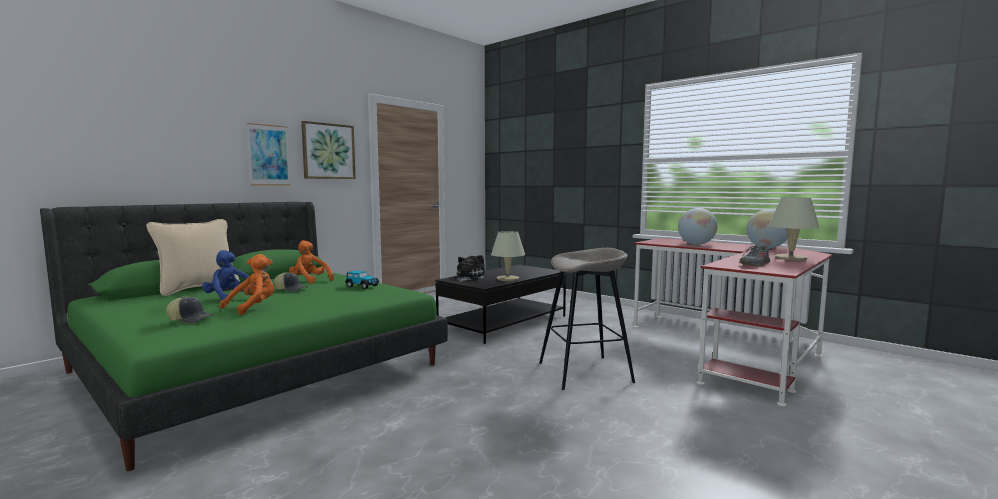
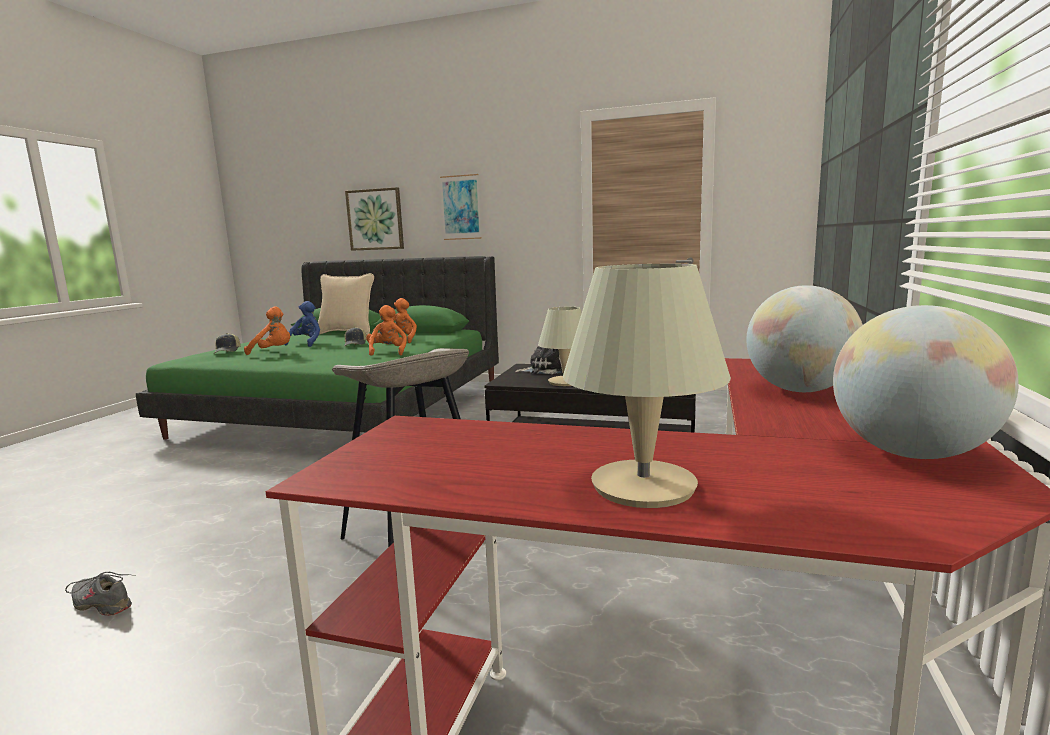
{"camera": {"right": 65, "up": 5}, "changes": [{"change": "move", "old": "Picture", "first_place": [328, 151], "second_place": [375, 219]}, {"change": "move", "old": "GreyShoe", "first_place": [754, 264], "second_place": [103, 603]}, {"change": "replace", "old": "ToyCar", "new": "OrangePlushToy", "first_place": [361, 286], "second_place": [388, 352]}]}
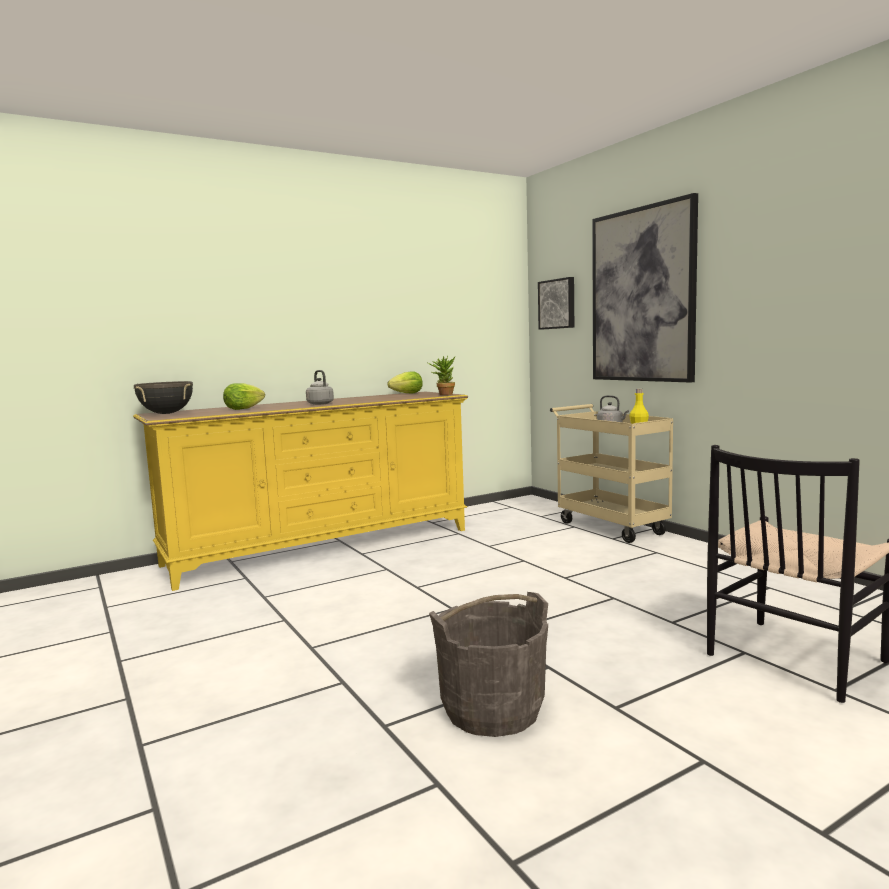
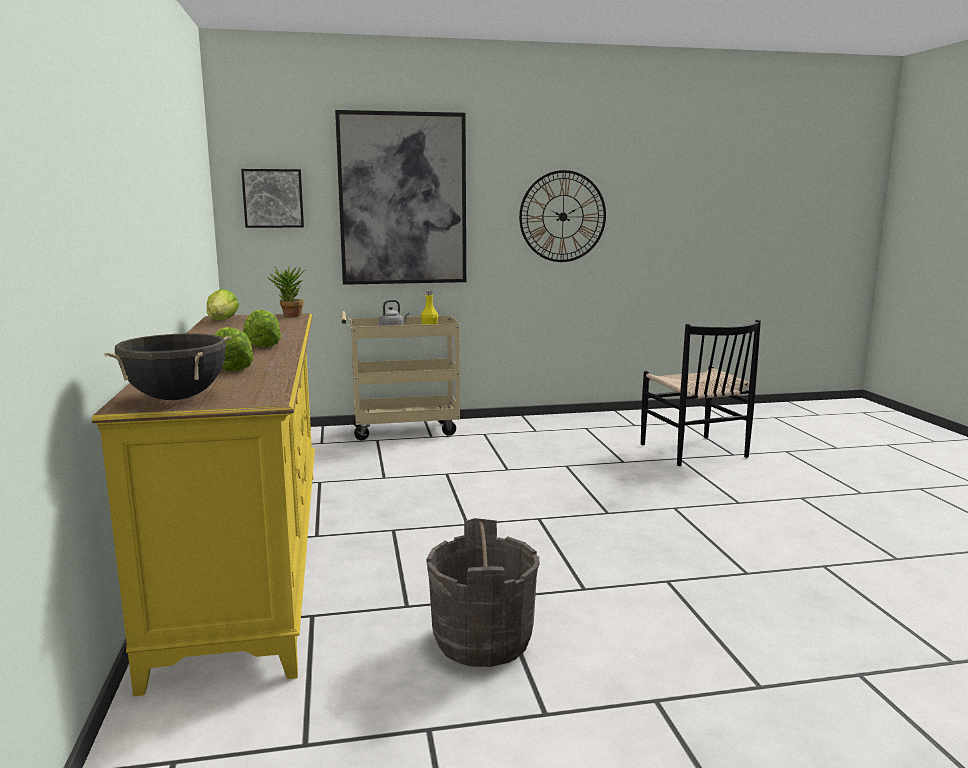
{"camera": {"right": -70, "up": 5}, "changes": [{"change": "insert", "new": "WallClock", "second_place": [562, 216]}, {"change": "move", "old": "GreyBucket", "first_place": [492, 709], "second_place": [482, 640]}, {"change": "replace", "old": "GreyKettle", "new": "Lettuce", "first_place": [319, 404], "second_place": [262, 345]}]}
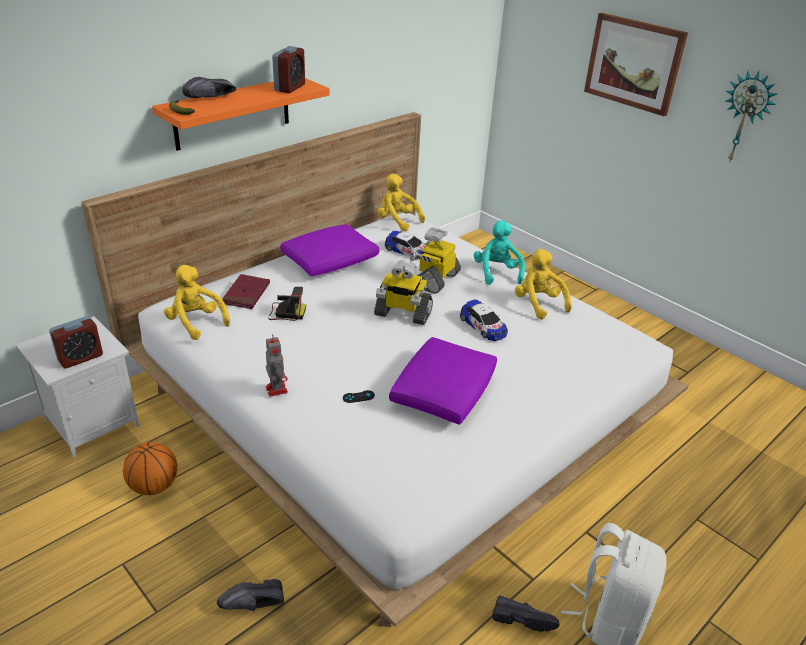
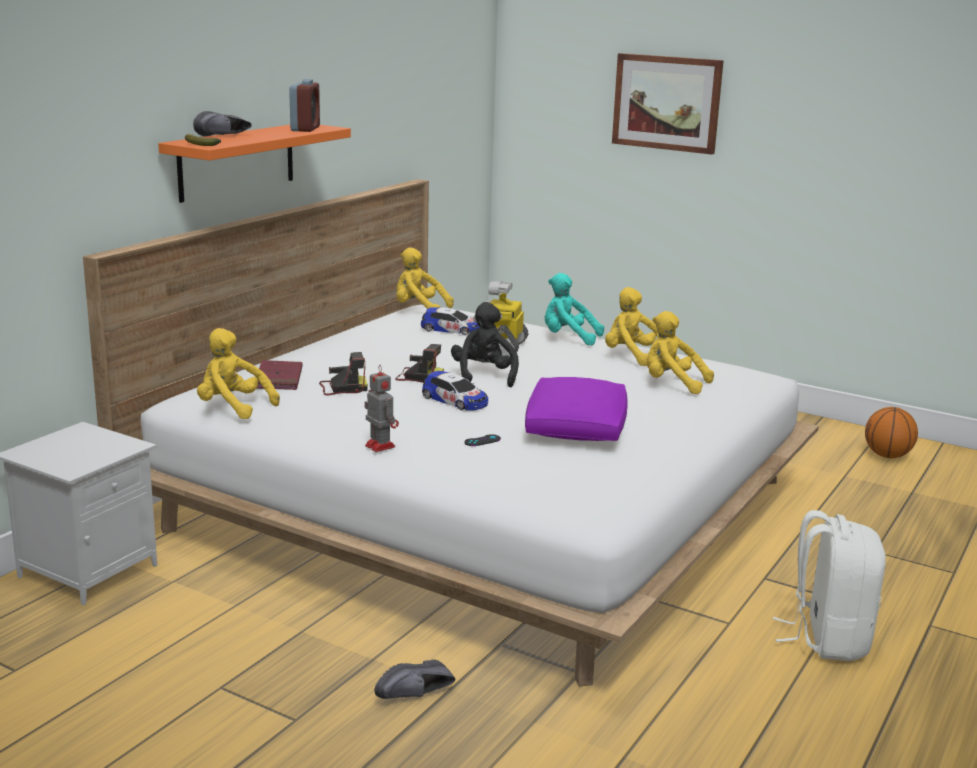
{"camera": {"right": -15, "up": -15}, "changes": [{"change": "delete", "old": "AlarmClock", "first_place": [80, 358]}, {"change": "delete", "old": "PurplePillow", "first_place": [330, 260]}, {"change": "delete", "old": "BlackShoe", "first_place": [523, 618]}, {"change": "delete", "old": "WallClock", "first_place": [745, 117]}, {"change": "insert", "new": "PhotoCamera", "second_place": [418, 376]}, {"change": "insert", "new": "YellowPlushToy", "second_place": [672, 384]}, {"change": "move", "old": "Basketball", "first_place": [154, 486], "second_place": [887, 455]}, {"change": "move", "old": "ToyCar", "first_place": [483, 326], "second_place": [455, 400]}, {"change": "replace", "old": "ToyRobot", "new": "BlackPlushToy", "first_place": [402, 314], "second_place": [483, 376]}, {"change": "rotate", "old": "TurquoisePlushToy", "first_place": [496, 273], "second_place": [568, 338], "degrees": -45}]}
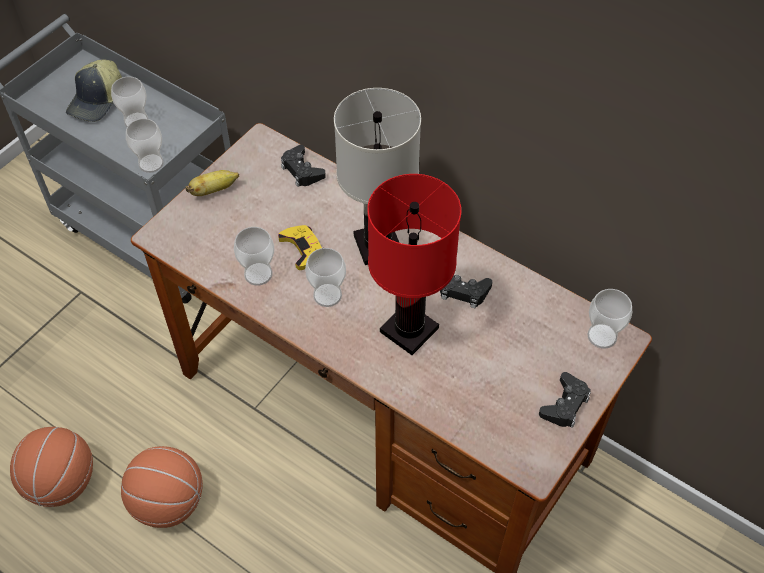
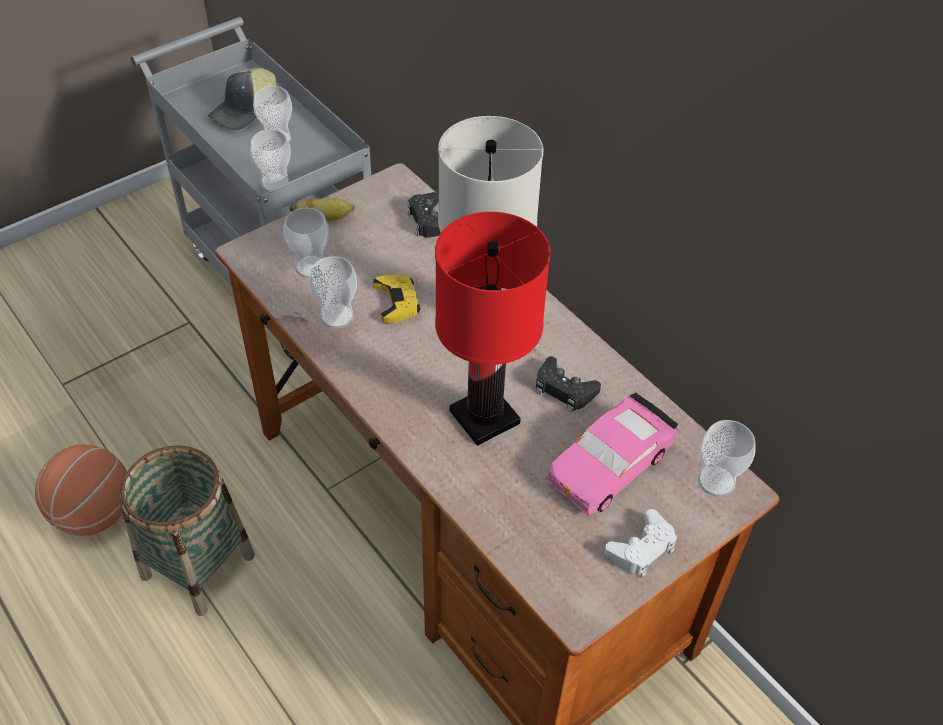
{"camera": {"right": 15, "up": -5}, "changes": [{"change": "insert", "new": "PinkToyCar", "second_place": [609, 464]}, {"change": "move", "old": "Cup", "first_place": [327, 295], "second_place": [311, 267]}, {"change": "replace", "old": "Basketball", "new": "Basket", "first_place": [169, 502], "second_place": [198, 566]}, {"change": "recolor", "old": "BlackGameController", "new": "WhiteGameController", "first_place": [565, 404], "second_place": [641, 548]}]}
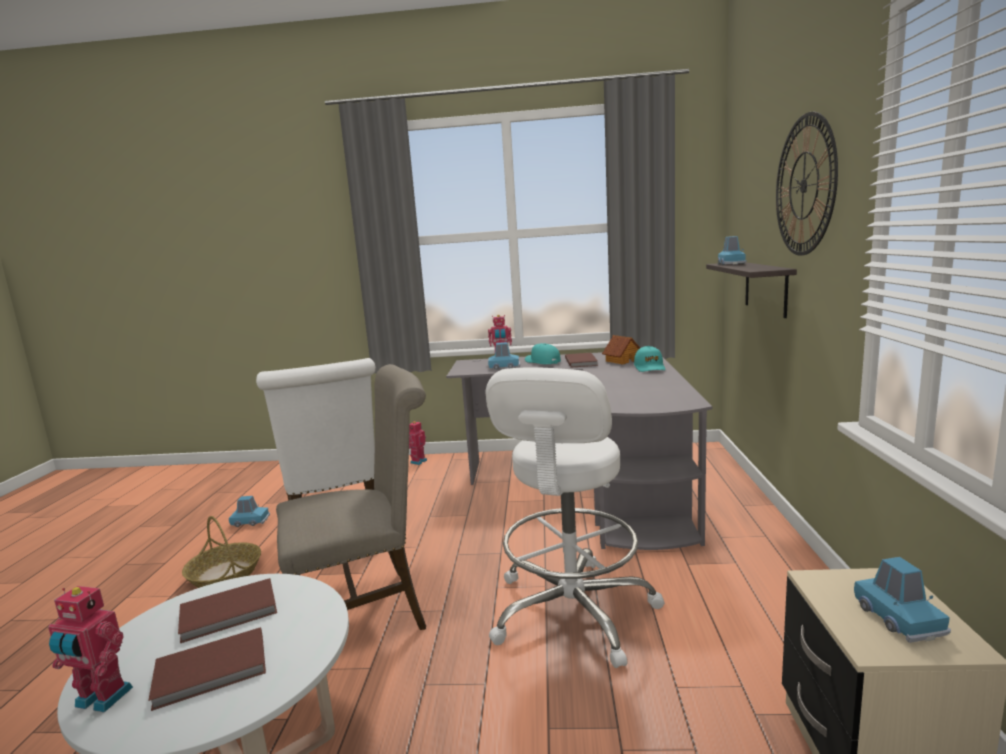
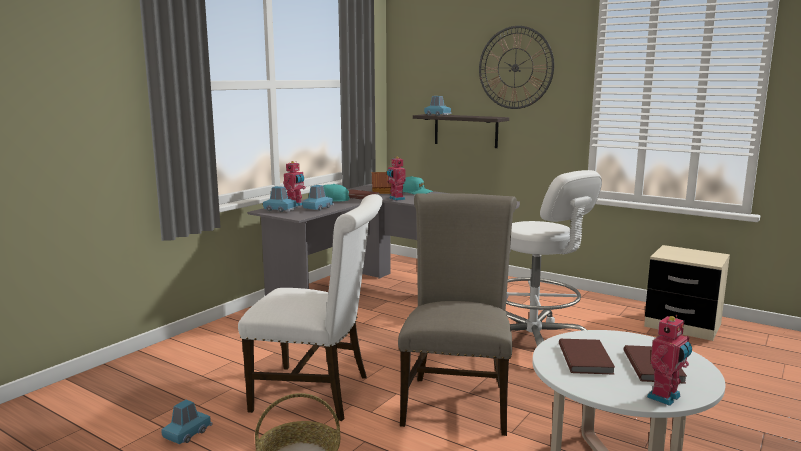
{"camera": {"right": -60, "up": 0}, "changes": [{"change": "move", "old": "ToyRobot", "first_place": [417, 461], "second_place": [396, 199]}, {"change": "move", "old": "BlueToyCar", "first_place": [898, 618], "second_place": [280, 210]}]}
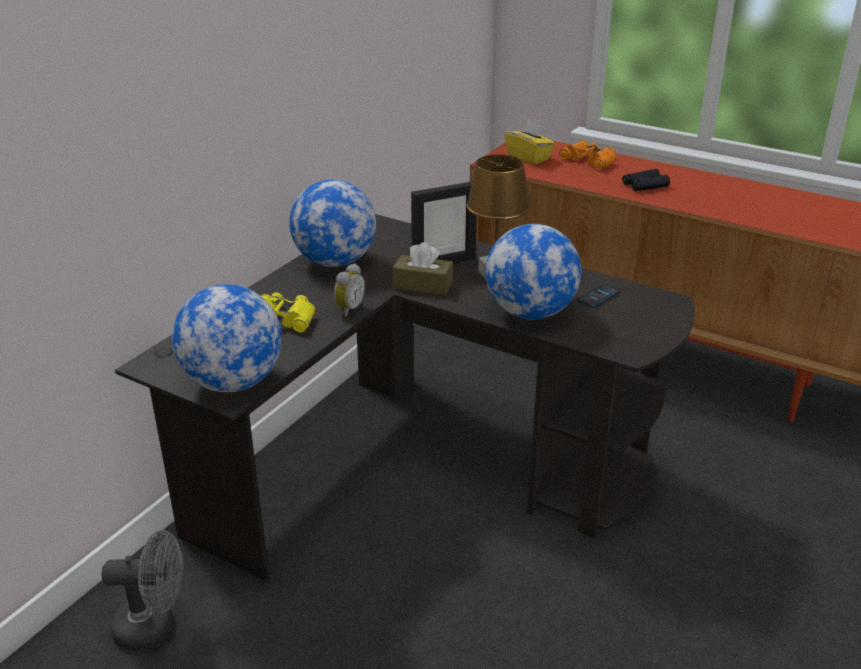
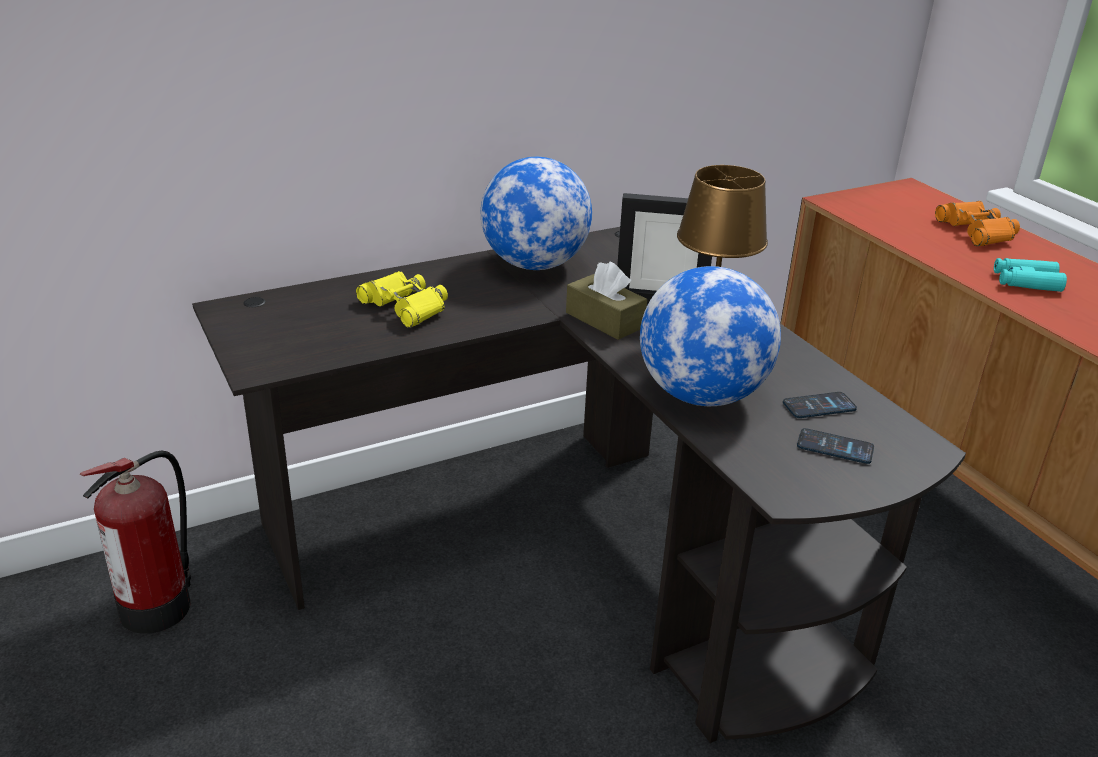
{"camera": {"right": 30, "up": 0}, "changes": [{"change": "delete", "old": "Globe", "first_place": [233, 383]}, {"change": "delete", "old": "AlarmClock", "first_place": [348, 309]}, {"change": "delete", "old": "YellowTissueBox", "first_place": [529, 157]}, {"change": "insert", "new": "Phone", "second_place": [835, 447]}, {"change": "replace", "old": "GreyFan", "new": "FireExtinguisher", "first_place": [154, 627], "second_place": [159, 605]}, {"change": "recolor", "old": "BlackBinoculars", "new": "TurquoiseBinoculars", "first_place": [644, 186], "second_place": [1026, 282]}]}
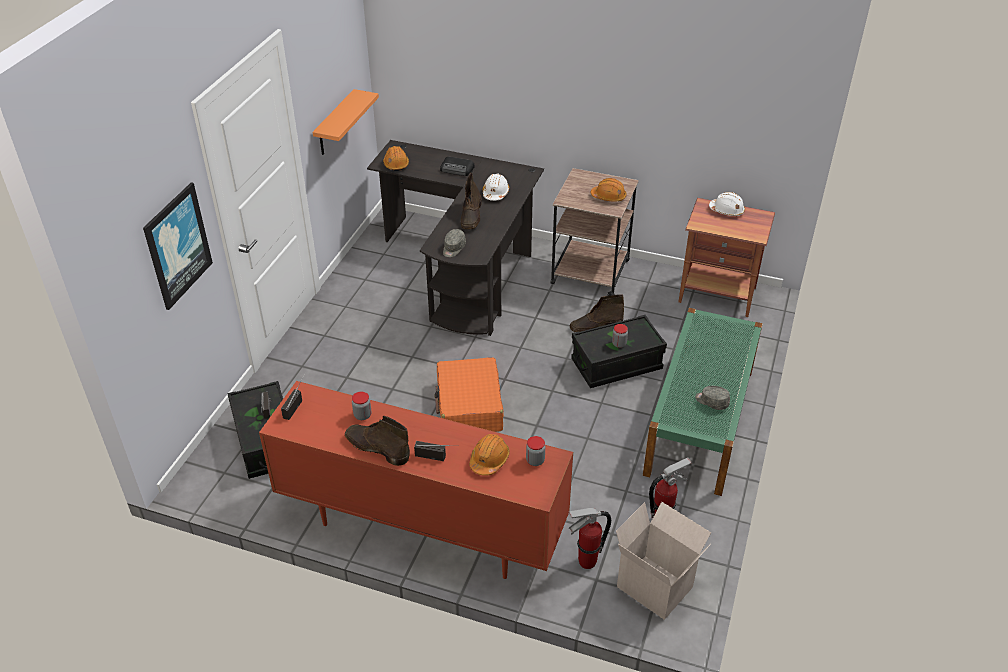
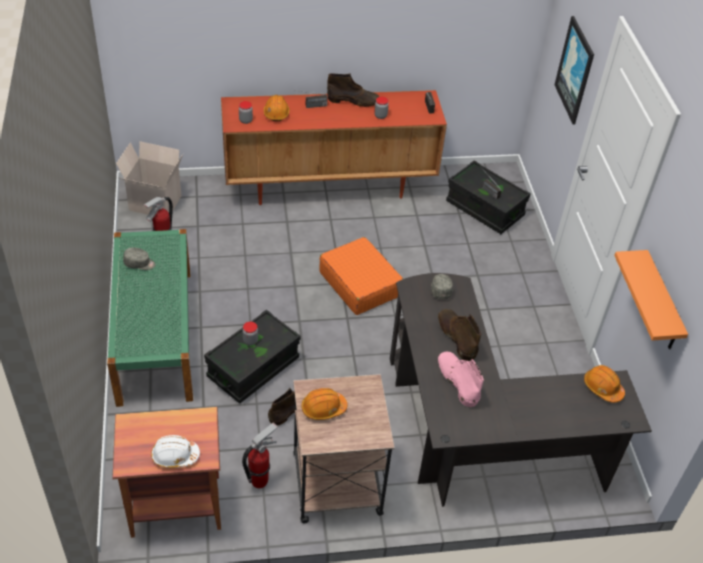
{"camera": {"right": 150, "up": 5}, "changes": [{"change": "delete", "old": "Radio", "first_place": [457, 169]}, {"change": "move", "old": "FireExtinguisher", "first_place": [586, 562], "second_place": [260, 481]}, {"change": "replace", "old": "WhiteHardHat", "new": "PinkBoot", "first_place": [495, 193], "second_place": [457, 381]}]}
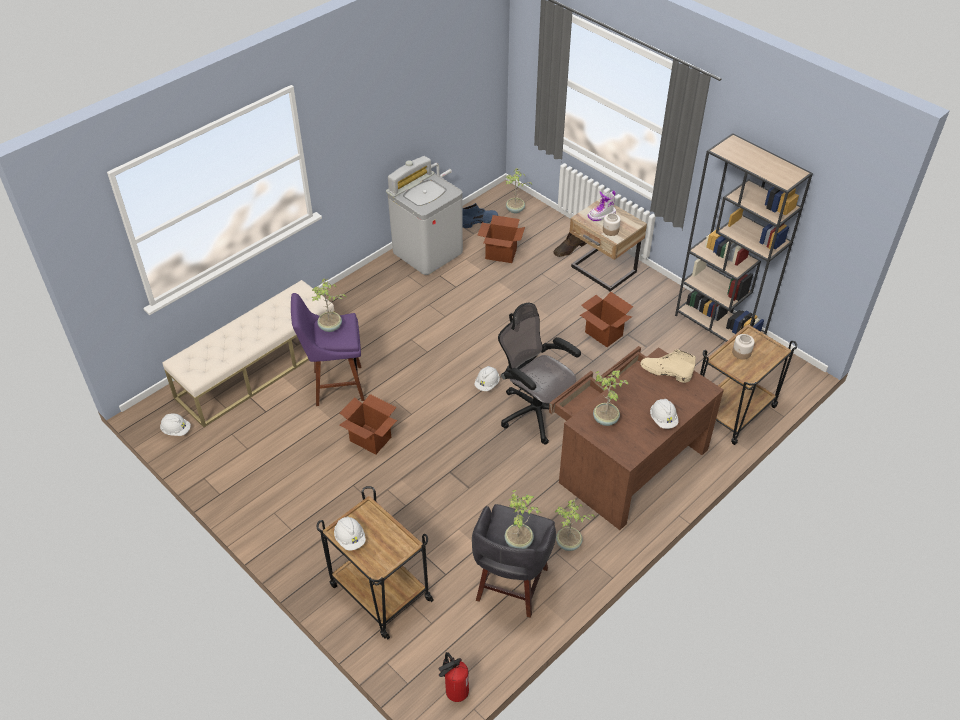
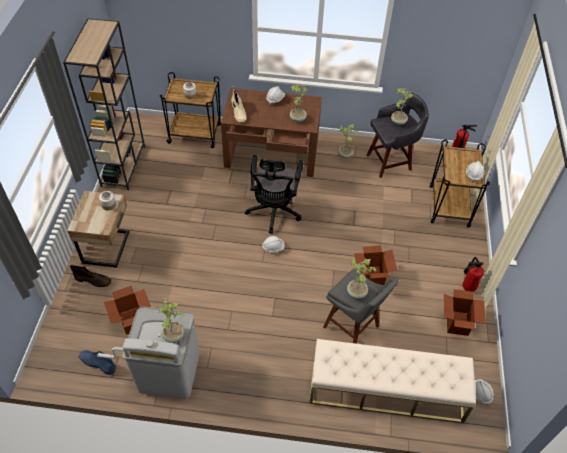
{"camera": {"right": -130, "up": 5}, "changes": [{"change": "delete", "old": "Boot", "first_place": [602, 215]}, {"change": "insert", "new": "FireExtinguisher", "second_place": [467, 285]}, {"change": "move", "old": "PottedPlant", "first_place": [515, 210], "second_place": [174, 335]}, {"change": "move", "old": "CardboardBox", "first_place": [603, 334], "second_place": [457, 323]}, {"change": "recolor", "old": "PurpleStool", "new": "GreyStool", "first_place": [335, 386], "second_place": [353, 328]}]}
